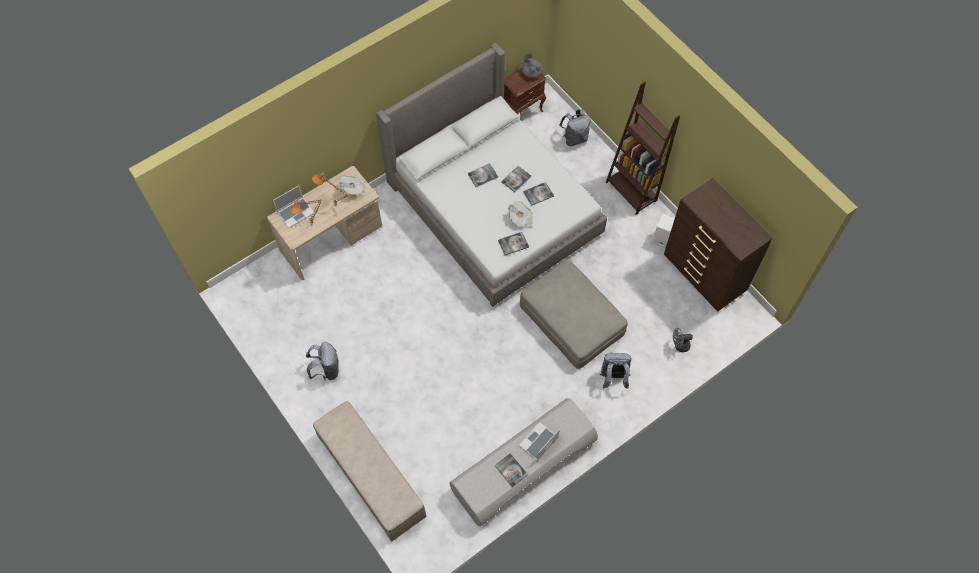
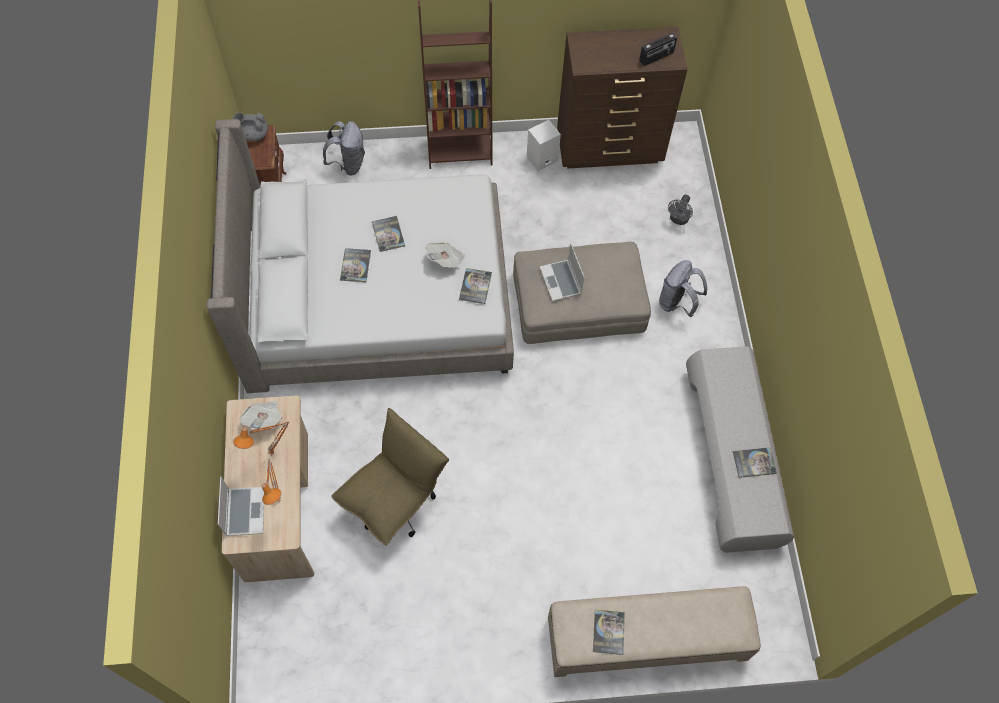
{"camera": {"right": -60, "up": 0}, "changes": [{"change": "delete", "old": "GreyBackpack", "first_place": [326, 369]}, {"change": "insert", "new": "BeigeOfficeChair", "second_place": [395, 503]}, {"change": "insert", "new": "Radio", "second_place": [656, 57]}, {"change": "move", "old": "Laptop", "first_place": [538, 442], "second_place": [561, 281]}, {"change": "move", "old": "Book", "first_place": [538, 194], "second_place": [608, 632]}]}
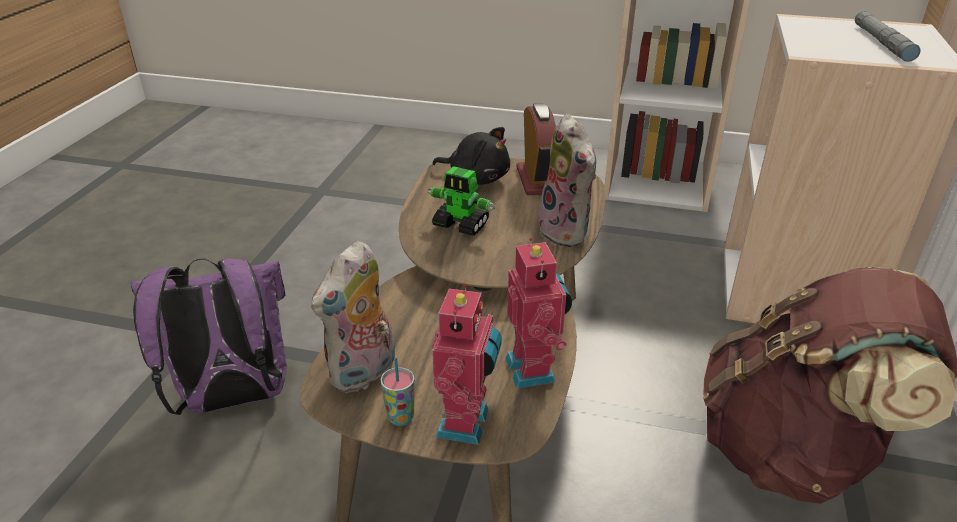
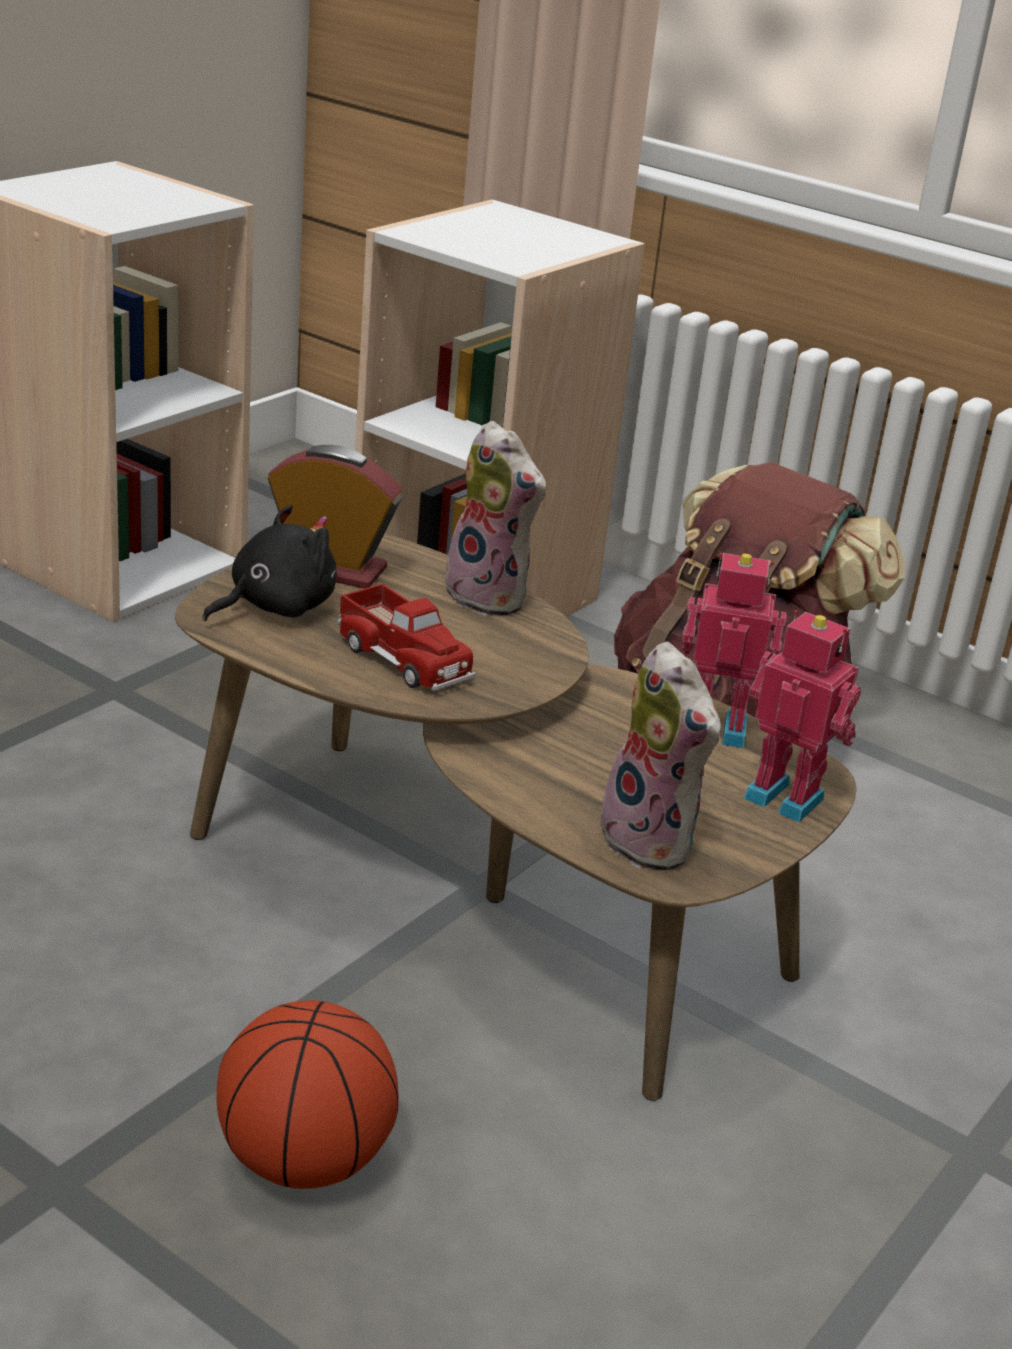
{"camera": {"right": -70, "up": -5}, "changes": [{"change": "delete", "old": "Cup", "first_place": [400, 418]}, {"change": "delete", "old": "GreyFlashlight", "first_place": [882, 43]}, {"change": "replace", "old": "PurpleBackpack", "new": "Basketball", "first_place": [233, 399], "second_place": [304, 1159]}, {"change": "replace", "old": "ToyRobot", "new": "ToyTruck", "first_place": [461, 225], "second_place": [404, 657]}, {"change": "rotate", "old": "PlushToy", "first_place": [567, 232], "second_place": [492, 596], "degrees": 45}]}
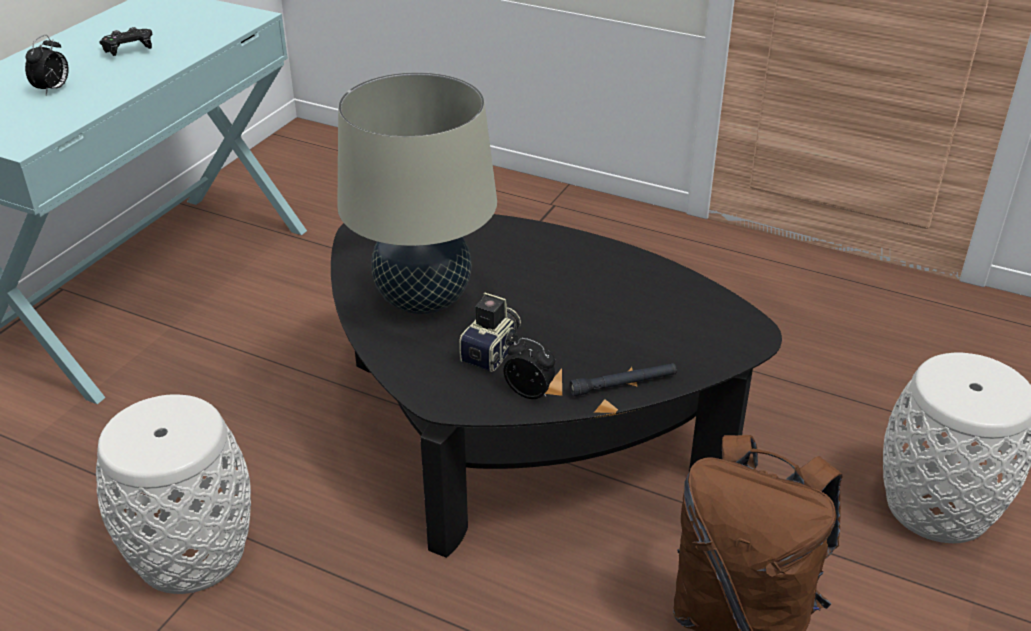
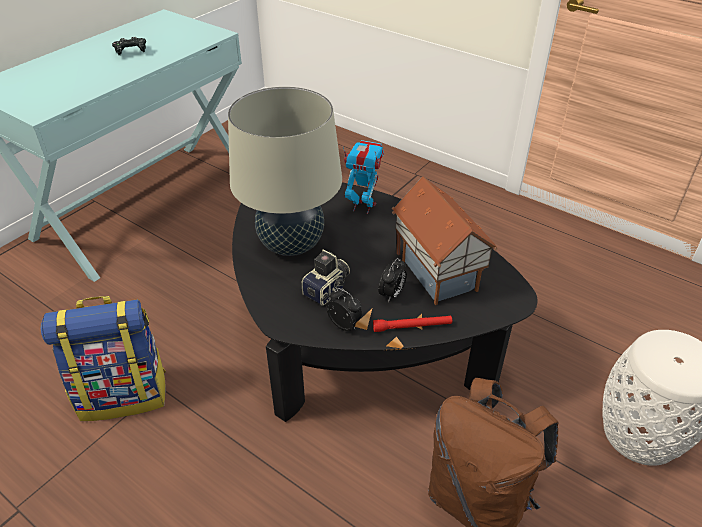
{"camera": {"right": 10, "up": 5}, "changes": [{"change": "insert", "new": "ToyRobot", "second_place": [363, 206]}, {"change": "insert", "new": "ToyHouse", "second_place": [438, 269]}, {"change": "move", "old": "AlarmClock", "first_place": [53, 90], "second_place": [392, 295]}, {"change": "replace", "old": "WhiteStool", "new": "Backpack", "first_place": [192, 553], "second_place": [124, 394]}, {"change": "recolor", "old": "BlackFlashlight", "new": "RedFlashlight", "first_place": [623, 384], "second_place": [412, 327]}]}
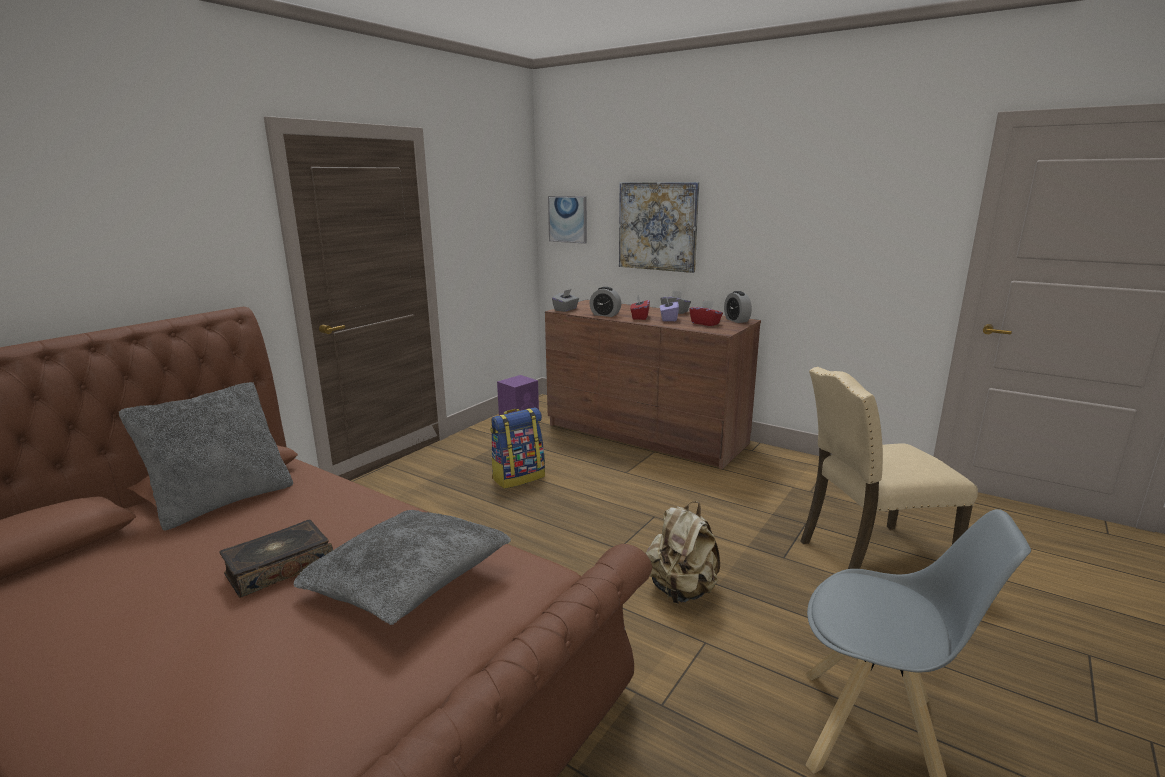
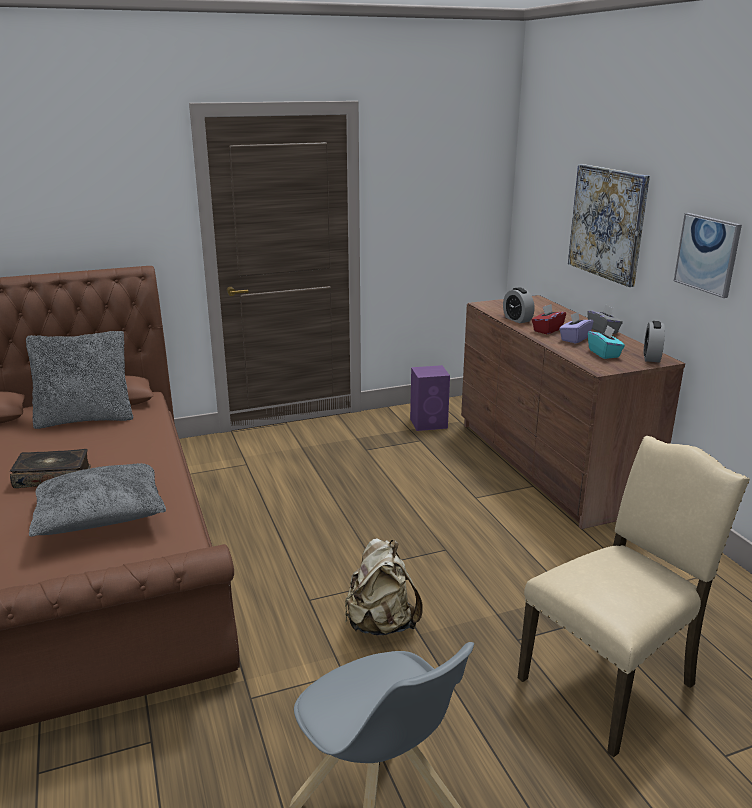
{"camera": {"right": 35, "up": 5}, "changes": [{"change": "delete", "old": "Backpack", "first_place": [518, 477]}, {"change": "delete", "old": "GreyTissueBox", "first_place": [566, 309]}, {"change": "move", "old": "Picture", "first_place": [568, 219], "second_place": [707, 254]}, {"change": "recolor", "old": "RedTissueBox", "new": "TurquoiseTissueBox", "first_place": [705, 323], "second_place": [604, 353]}, {"change": "rotate", "old": "BeigeChair", "first_place": [869, 557], "second_place": [612, 681], "degrees": 120}]}
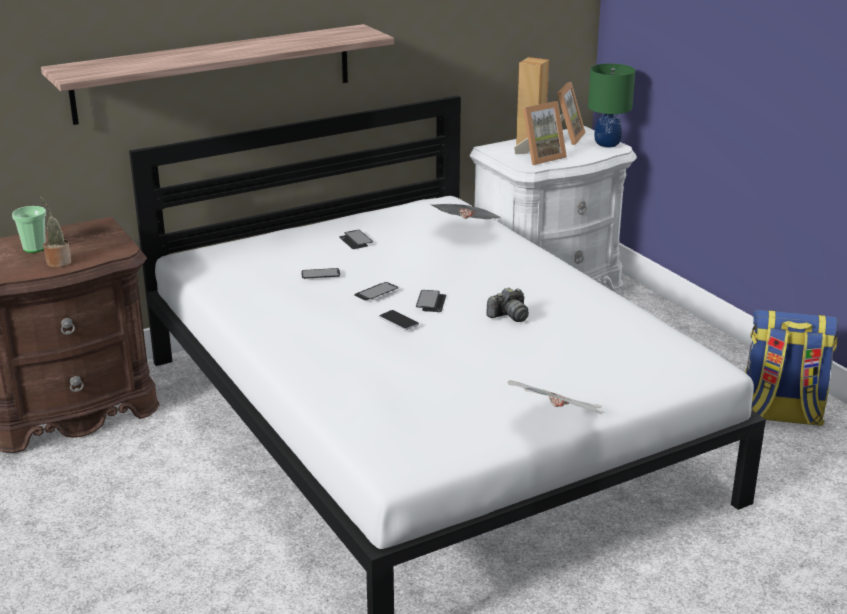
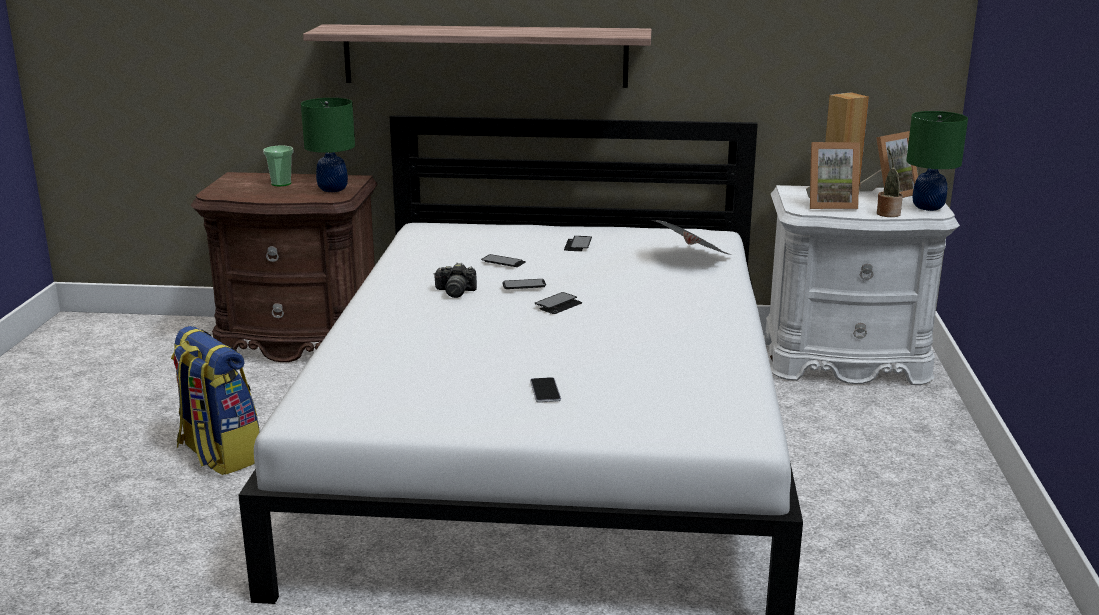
{"camera": {"right": 35, "up": -5}, "changes": [{"change": "delete", "old": "Newspaper", "first_place": [559, 421]}, {"change": "insert", "new": "GreenTableLamp", "second_place": [333, 189]}, {"change": "move", "old": "PottedPlant", "first_place": [58, 262], "second_place": [887, 213]}, {"change": "move", "old": "Phone", "first_place": [398, 321], "second_place": [545, 391]}, {"change": "move", "old": "PhotoCamera", "first_place": [509, 316], "second_place": [455, 292]}, {"change": "move", "old": "Backpack", "first_place": [780, 415], "second_place": [218, 454]}]}
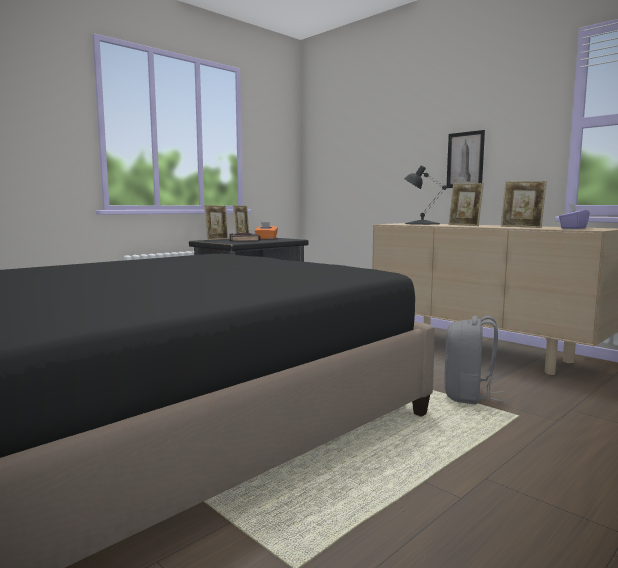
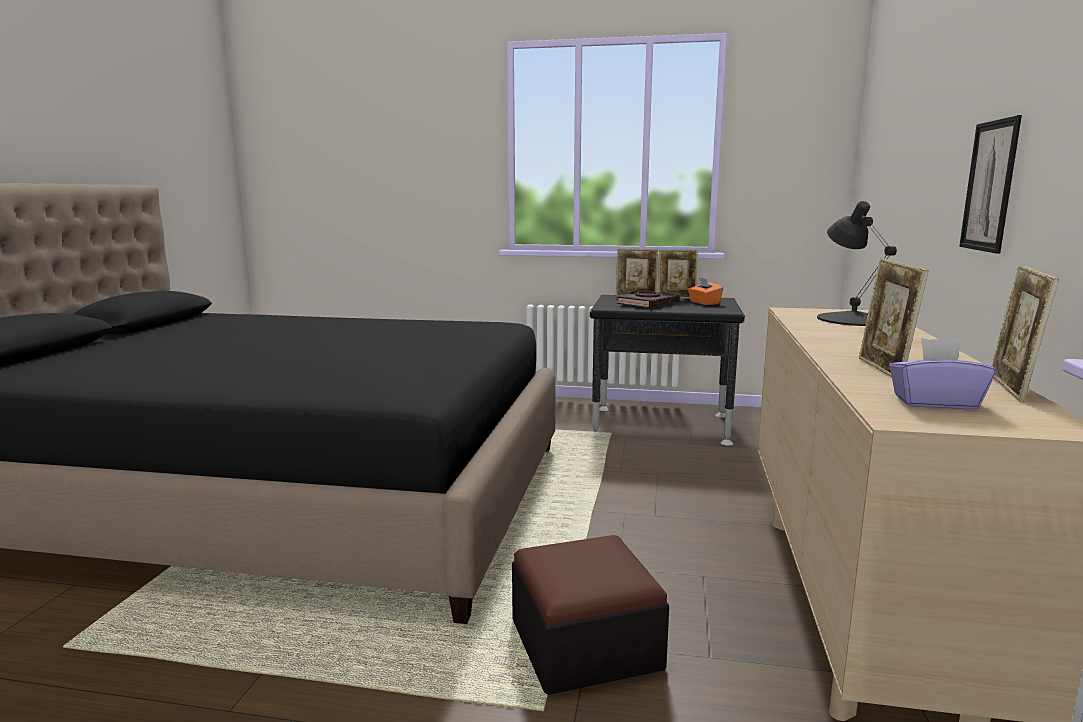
{"camera": {"right": 55, "up": 5}, "changes": [{"change": "move", "old": "PictureFrame", "first_place": [464, 225], "second_place": [1011, 388]}, {"change": "replace", "old": "GreyBackpack", "new": "Ottoman", "first_place": [469, 396], "second_place": [585, 644]}]}
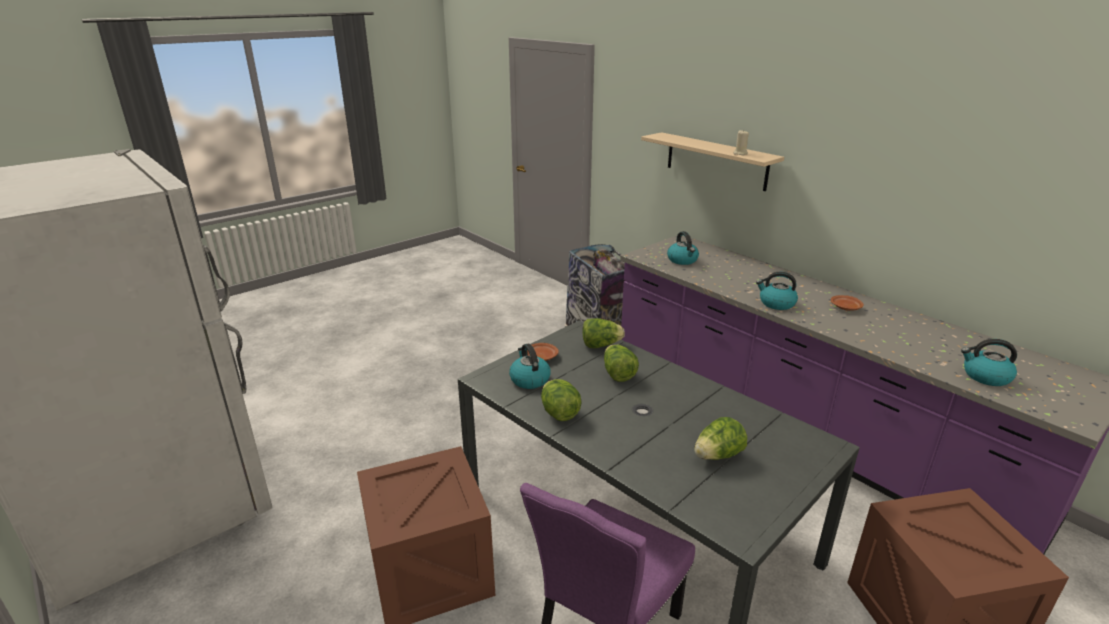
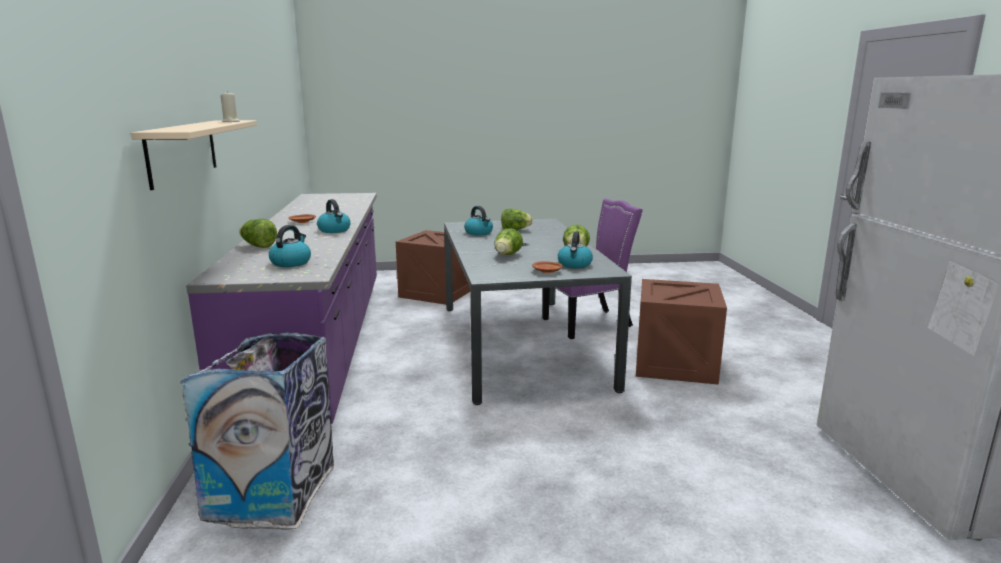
{"camera": {"right": -145, "up": -10}, "changes": [{"change": "move", "old": "Lettuce", "first_place": [601, 345], "second_place": [258, 246]}, {"change": "move", "old": "Kettle", "first_place": [985, 376], "second_place": [479, 233]}]}
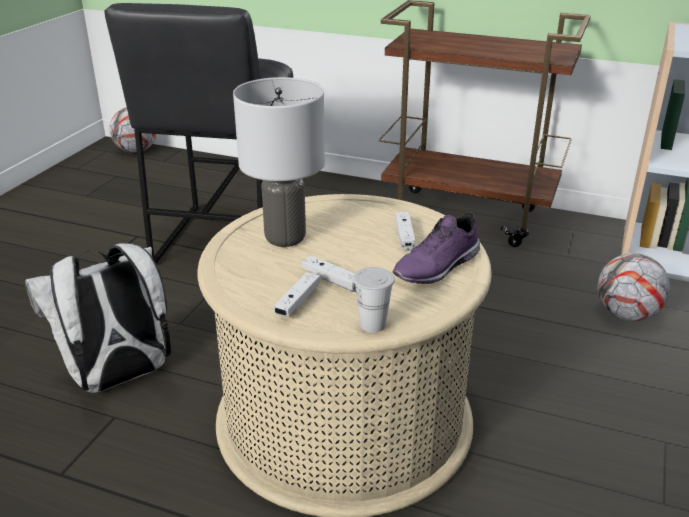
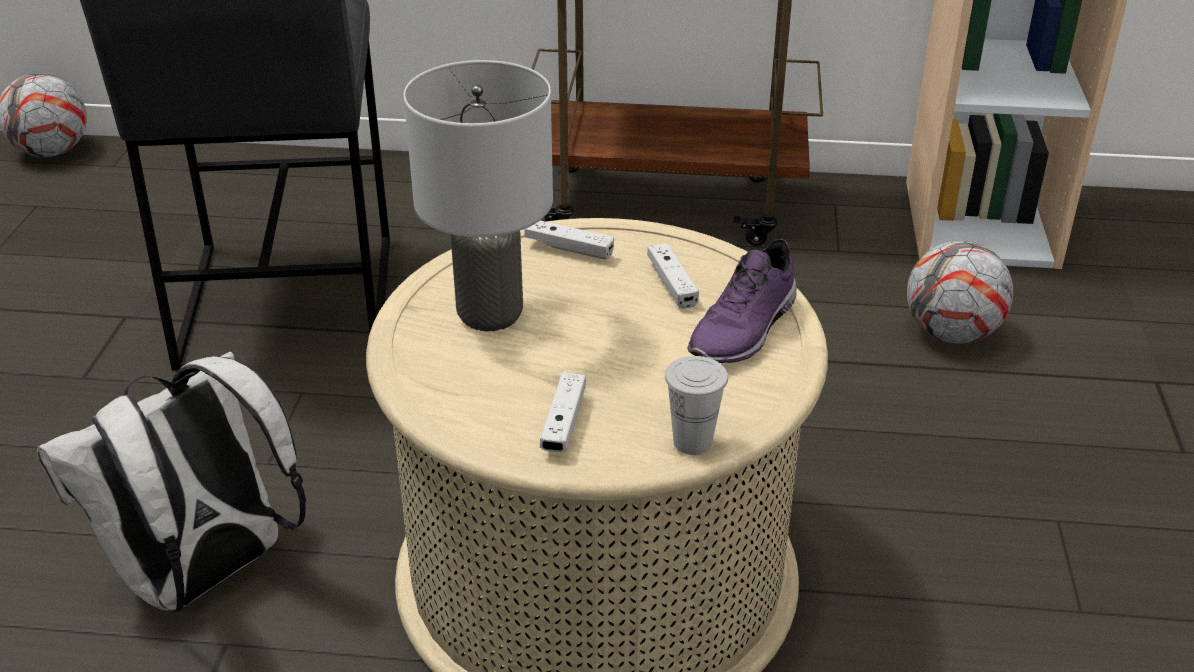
{"camera": {"right": -15, "up": 5}, "changes": [{"change": "move", "old": "WhiteGameController", "first_place": [331, 280], "second_place": [569, 248]}]}
